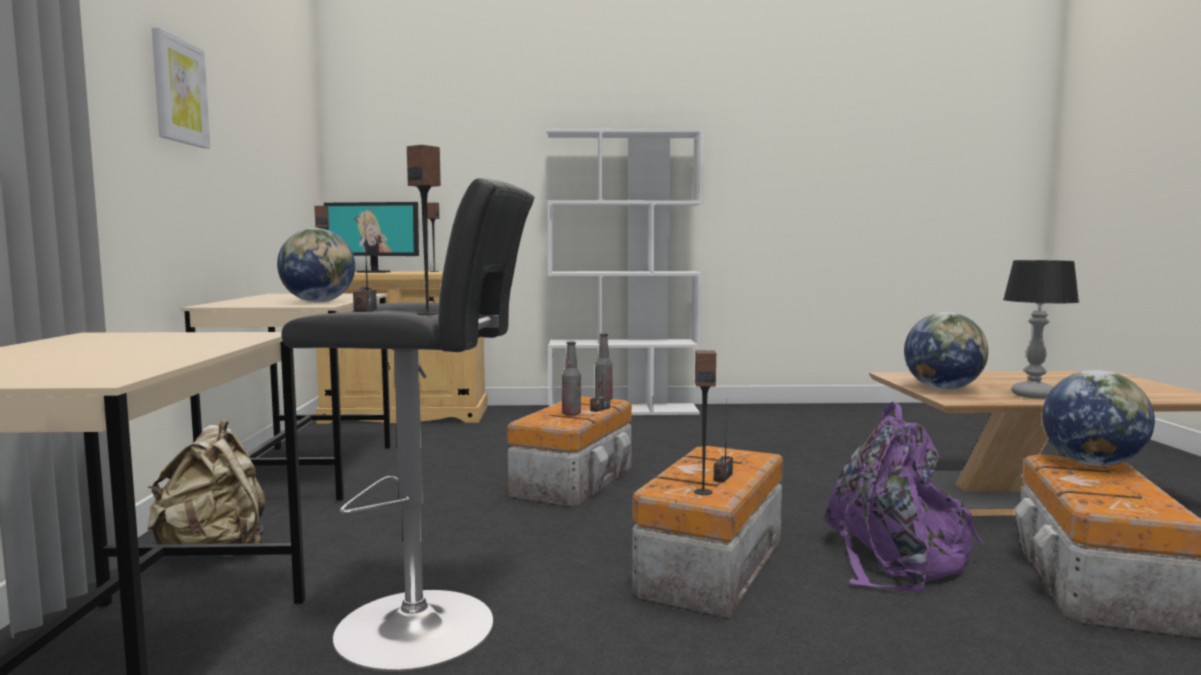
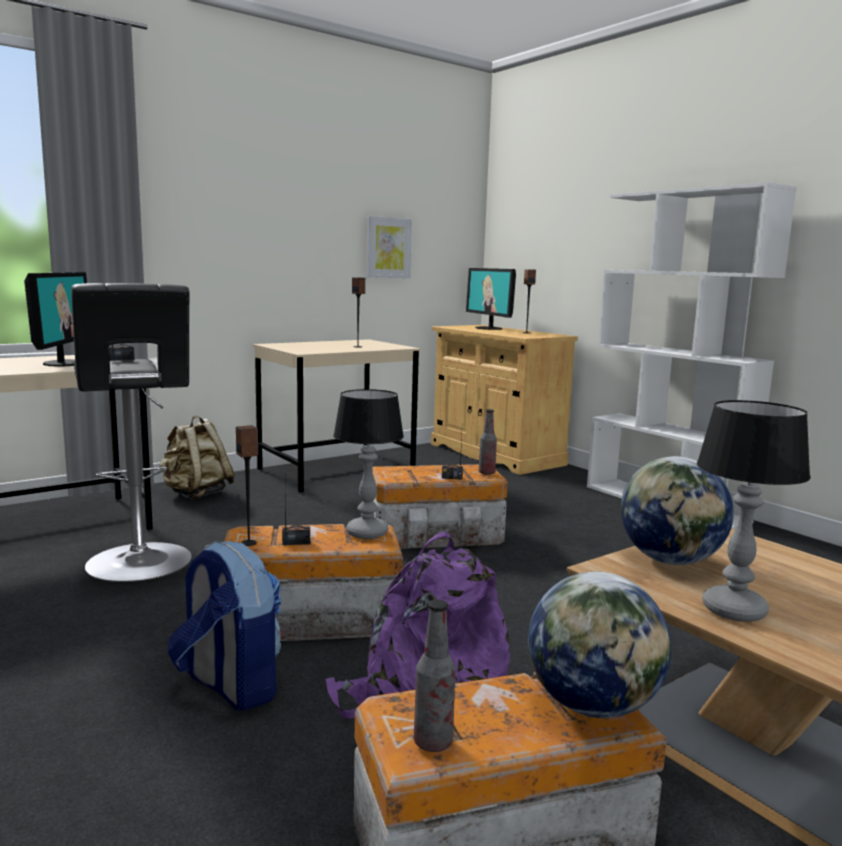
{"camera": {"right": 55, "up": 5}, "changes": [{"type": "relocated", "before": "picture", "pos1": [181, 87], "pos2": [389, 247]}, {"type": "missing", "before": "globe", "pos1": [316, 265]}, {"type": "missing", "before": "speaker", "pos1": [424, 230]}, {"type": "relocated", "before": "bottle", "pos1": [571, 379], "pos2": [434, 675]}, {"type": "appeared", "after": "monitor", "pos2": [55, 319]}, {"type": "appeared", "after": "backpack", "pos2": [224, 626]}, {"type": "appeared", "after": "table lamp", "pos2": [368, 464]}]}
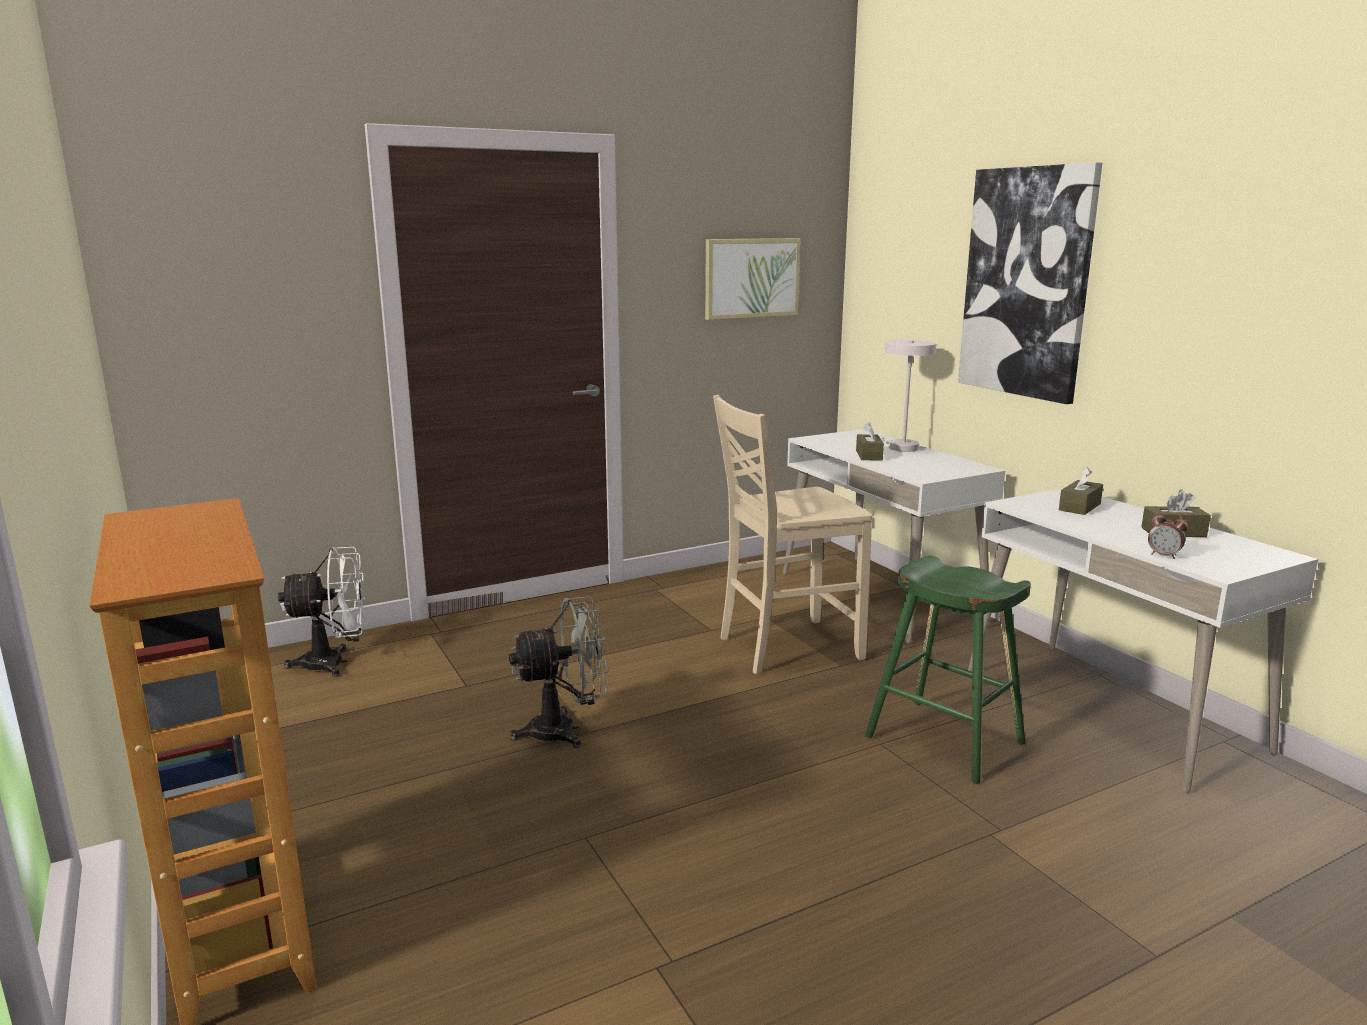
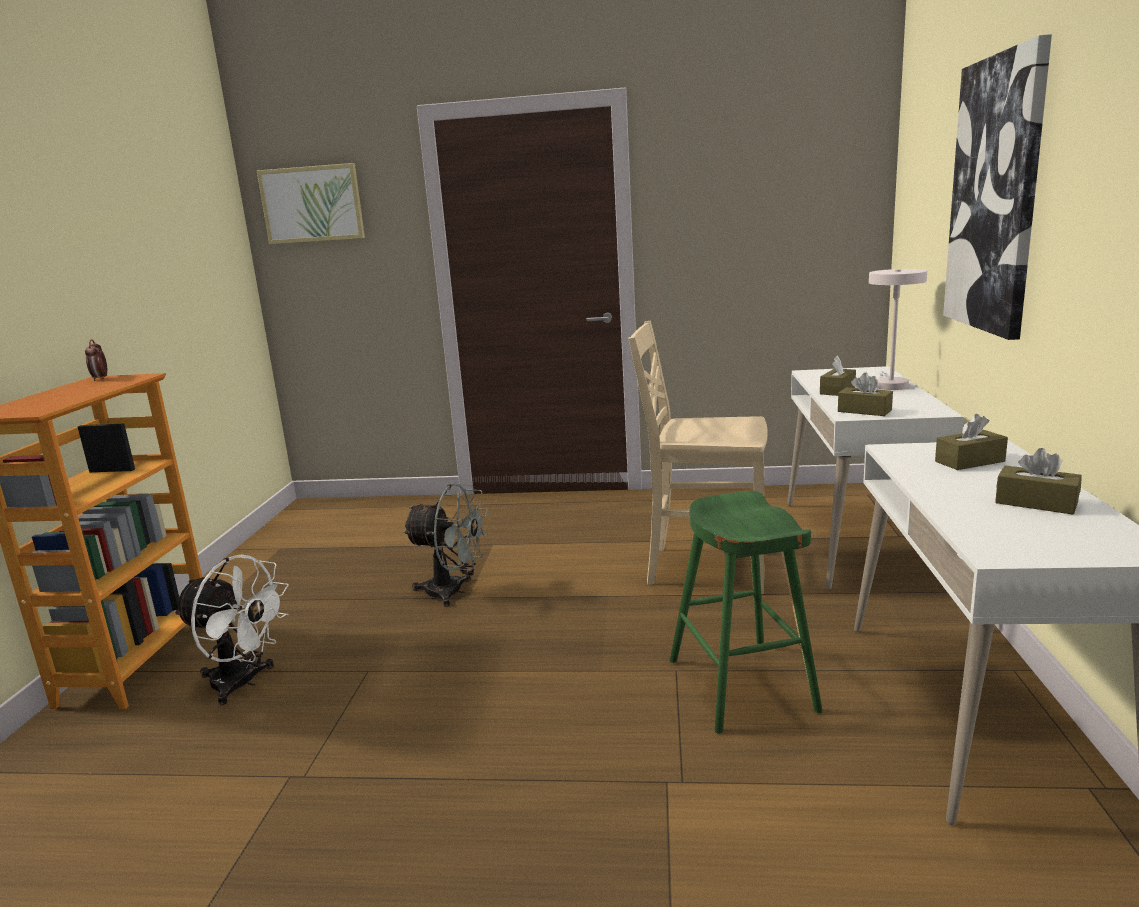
{"camera": {"right": 35, "up": 0}, "changes": [{"type": "relocated", "before": "white fan", "pos1": [321, 612], "pos2": [231, 629]}, {"type": "relocated", "before": "picture", "pos1": [753, 279], "pos2": [311, 203]}, {"type": "relocated", "before": "alarm clock", "pos1": [1168, 535], "pos2": [96, 360]}, {"type": "appeared", "after": "brown tissue box", "pos2": [865, 394]}]}
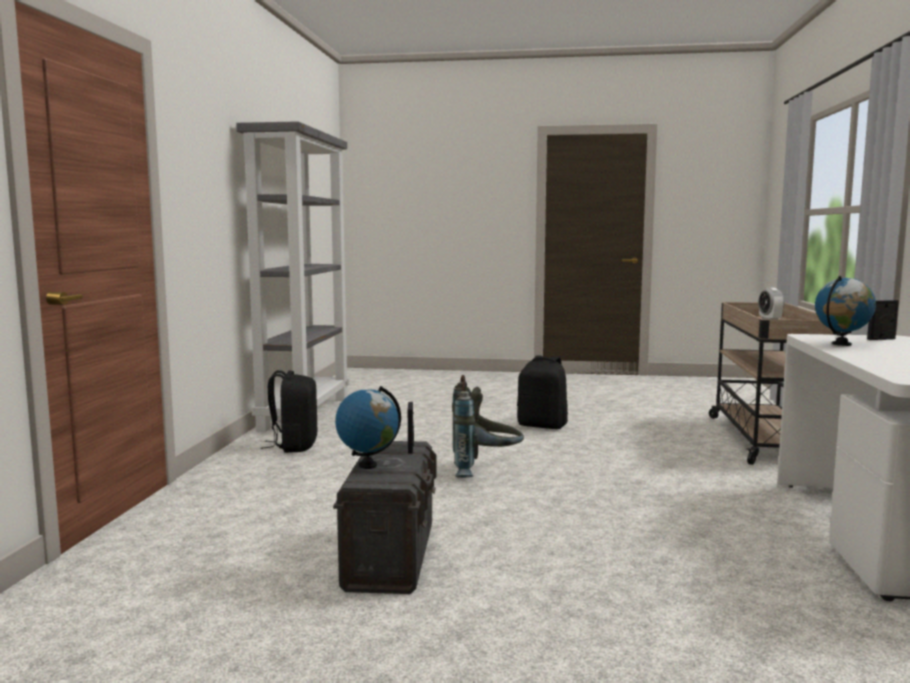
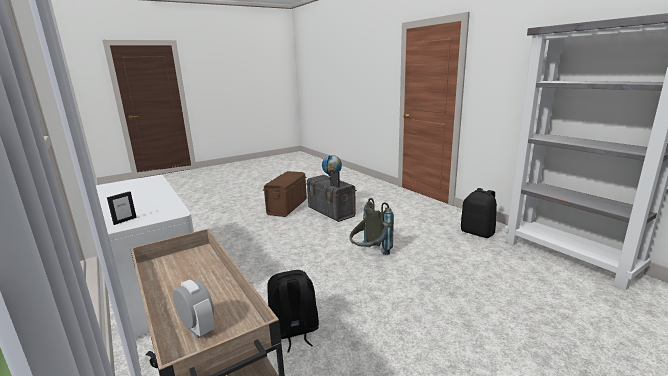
{"camera": {"right": 140, "up": 10}, "changes": [{"type": "relocated", "before": "black backpack", "pos1": [542, 392], "pos2": [293, 311]}, {"type": "missing", "before": "globe", "pos1": [845, 311]}, {"type": "appeared", "after": "brown storage box", "pos2": [285, 194]}]}
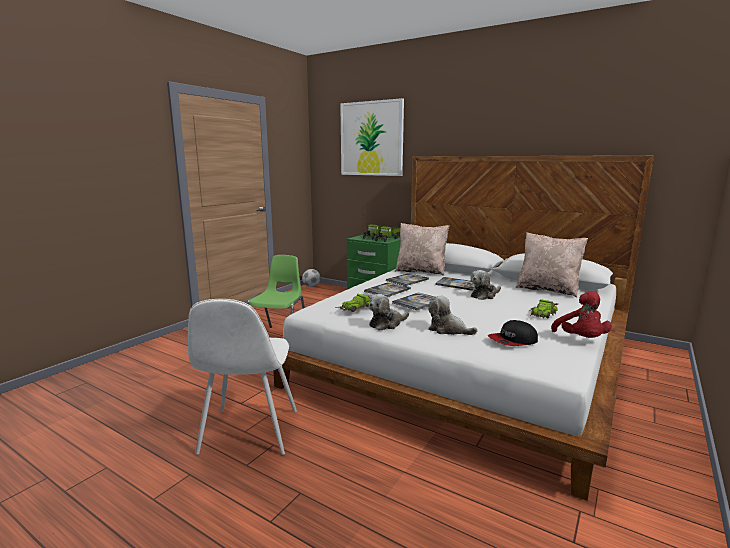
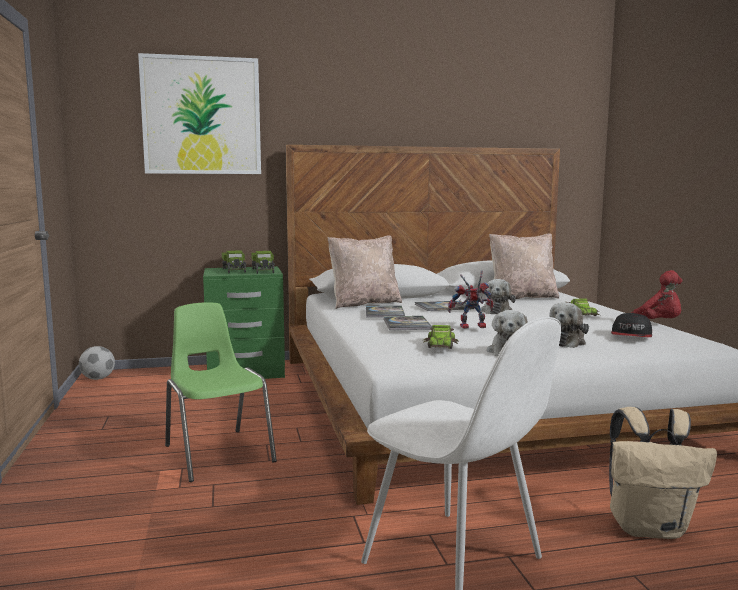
{"camera": {"right": -45, "up": -5}, "changes": [{"type": "exchanged", "before": "book", "after": "toy robot", "pos1": [413, 301], "pos2": [470, 300]}, {"type": "spun", "before": "plush toy", "pos1": [453, 315], "pos2": [569, 325], "turn": -45}, {"type": "appeared", "after": "beige backpack", "pos2": [663, 473]}]}
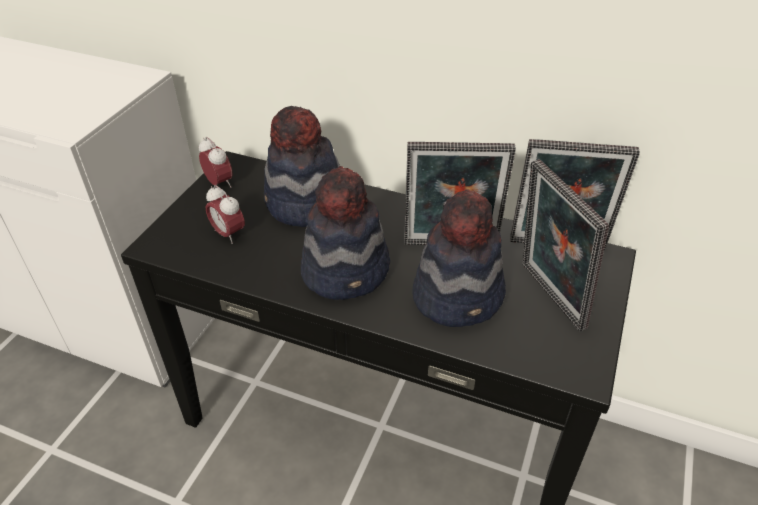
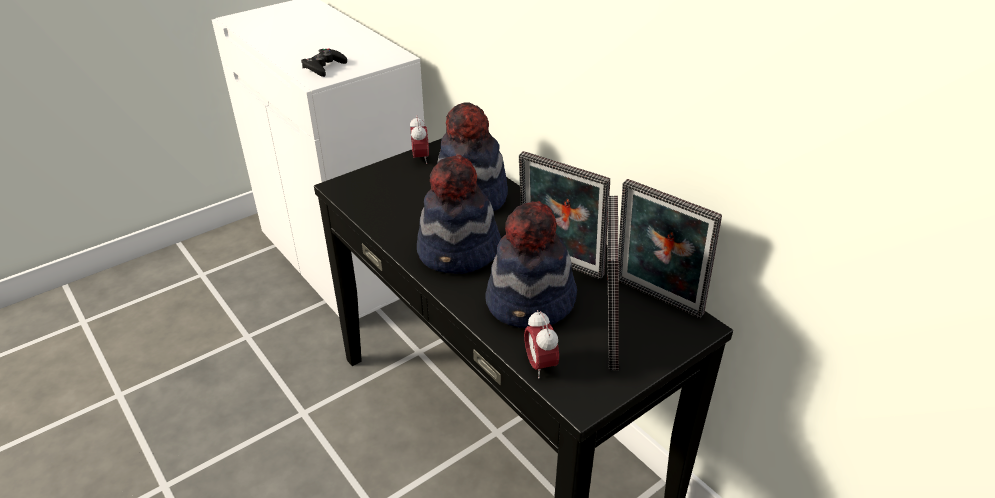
{"camera": {"right": 30, "up": -5}, "changes": [{"type": "relocated", "before": "alarm clock", "pos1": [225, 214], "pos2": [541, 344]}, {"type": "appeared", "after": "black game controller", "pos2": [324, 63]}]}
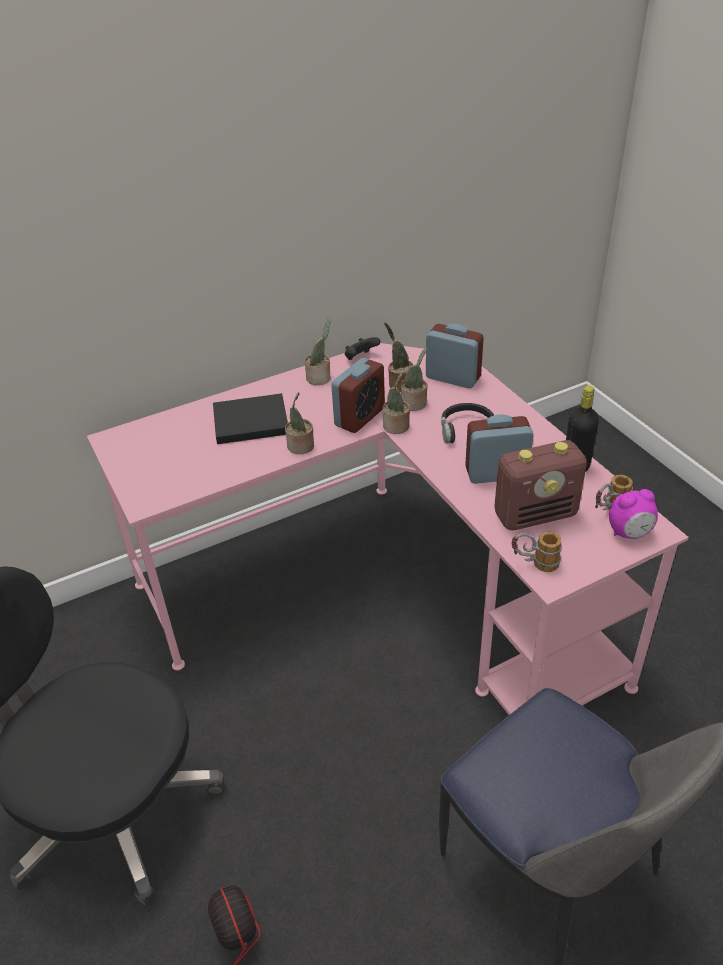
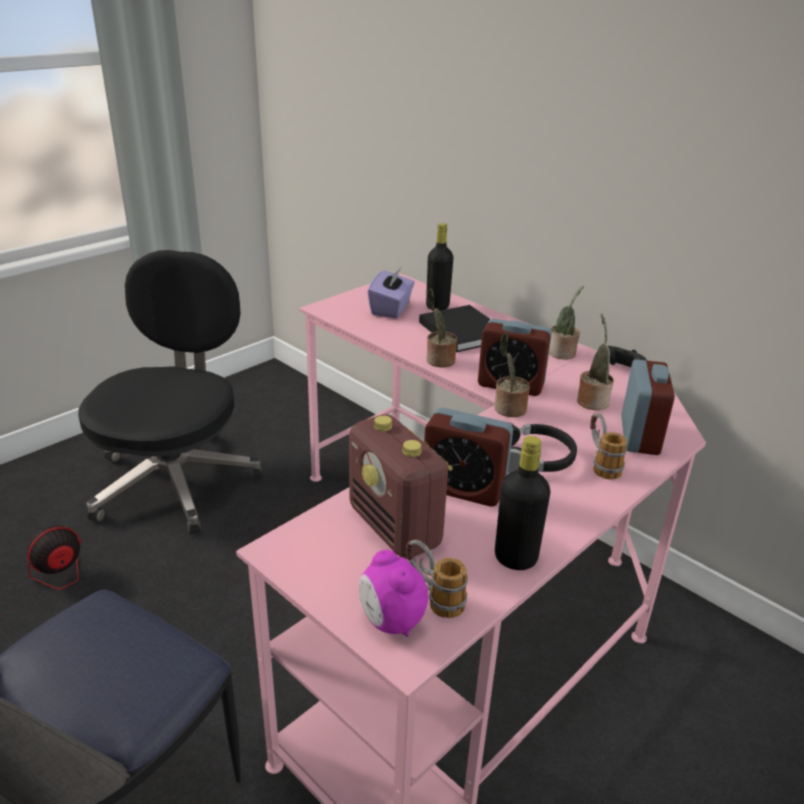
{"camera": {"right": 70, "up": -10}, "changes": [{"type": "missing", "before": "potted plant", "pos1": [414, 379]}, {"type": "spun", "before": "alarm clock", "pos1": [499, 449], "pos2": [468, 457], "turn": 135}, {"type": "relocated", "before": "mug", "pos1": [537, 552], "pos2": [608, 446]}, {"type": "appeared", "after": "purple tissue box", "pos2": [391, 292]}, {"type": "appeared", "after": "black bottle", "pos2": [439, 267]}]}
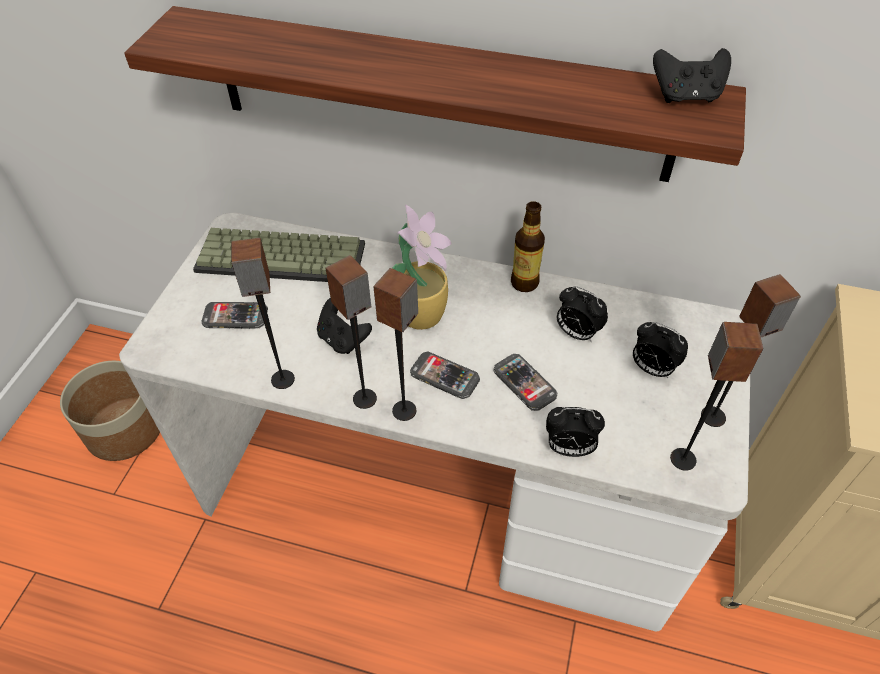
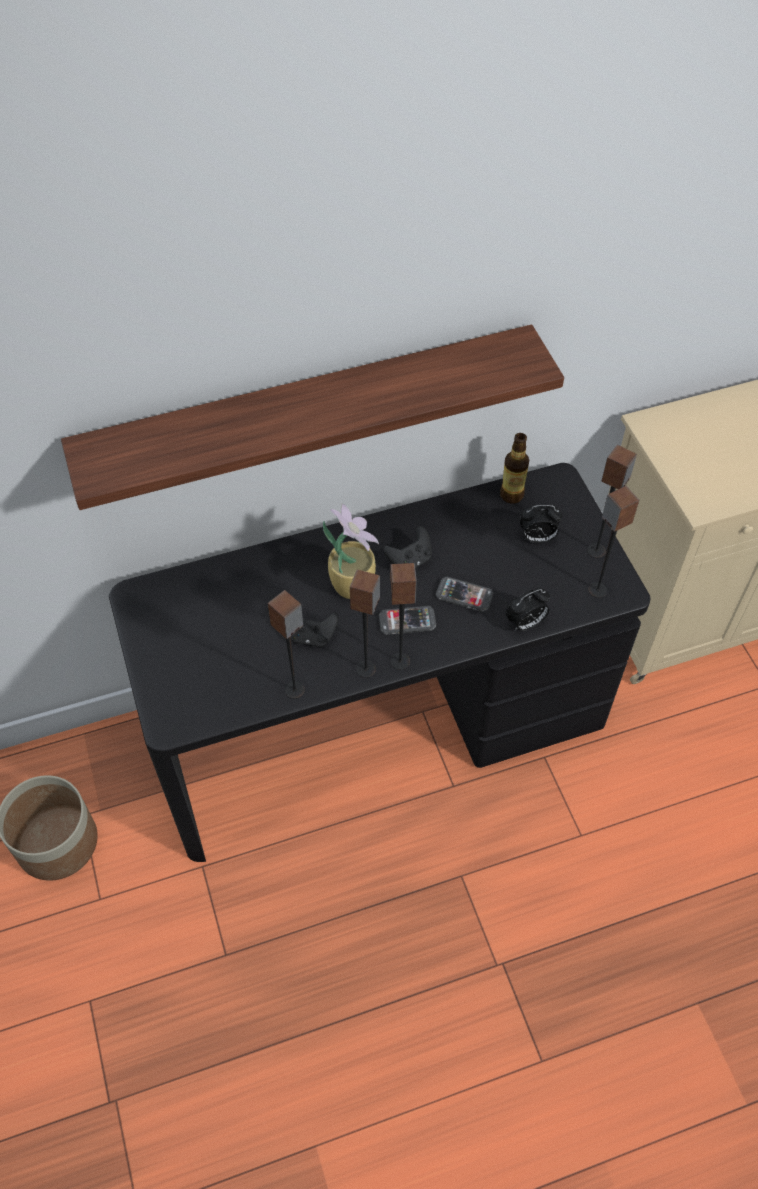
{"camera": {"right": -35, "up": 5}, "changes": [{"type": "colour", "before": "white desk", "after": "black desk", "pos1": [434, 422], "pos2": [379, 662]}, {"type": "missing", "before": "keyboard", "pos1": [279, 255]}, {"type": "missing", "before": "phone", "pos1": [234, 315]}, {"type": "relocated", "before": "bottle", "pos1": [528, 246], "pos2": [514, 468]}, {"type": "missing", "before": "alarm clock", "pos1": [582, 314]}, {"type": "relocated", "before": "black game controller", "pos1": [692, 75], "pos2": [407, 547]}]}
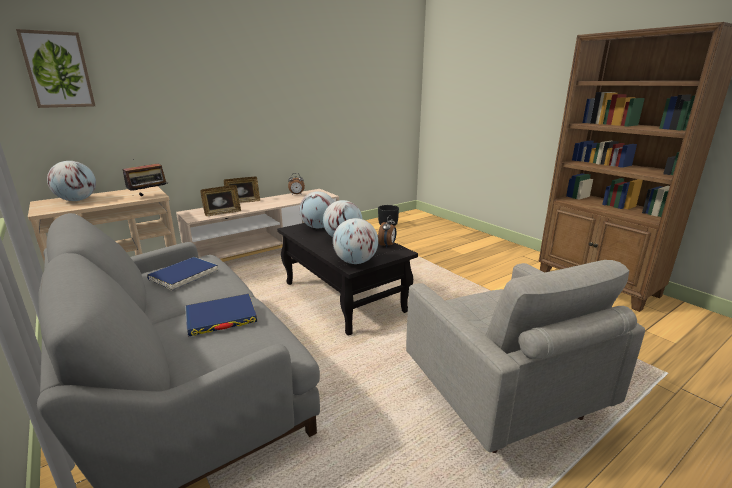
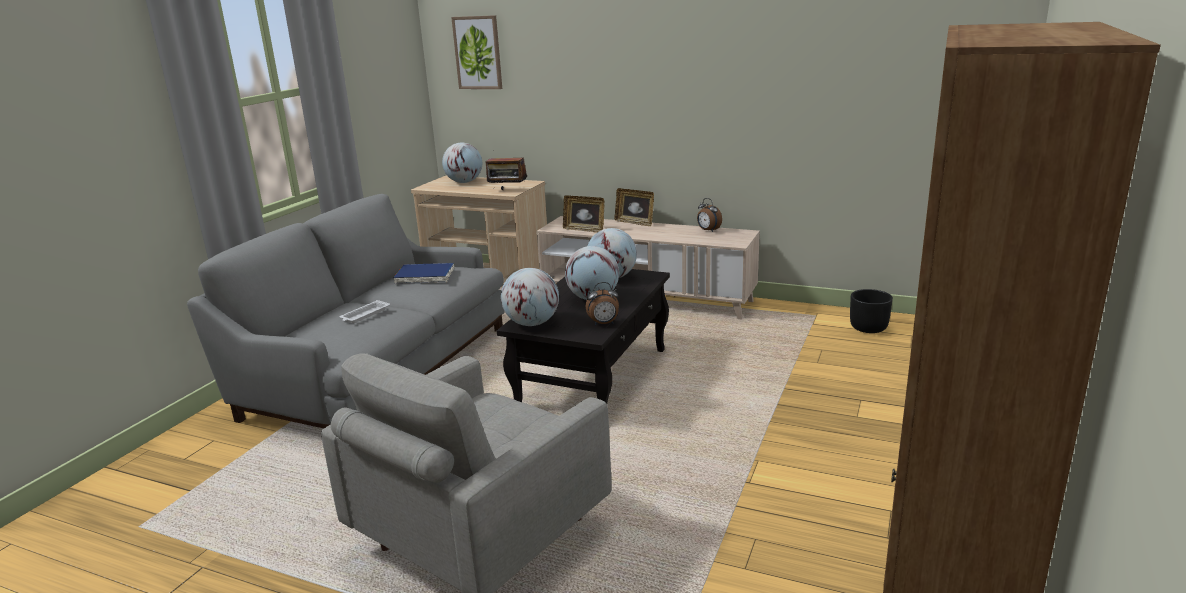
{"camera": {"right": 60, "up": 0}, "changes": [{"type": "exchanged", "before": "blue book", "after": "white tray", "pos1": [221, 315], "pos2": [364, 311]}]}
